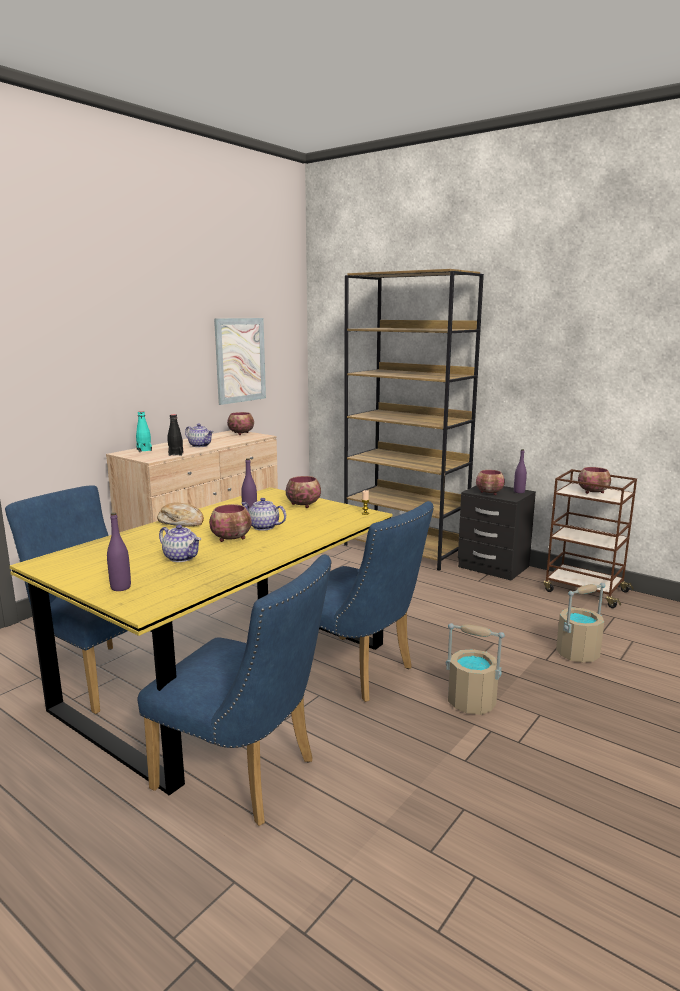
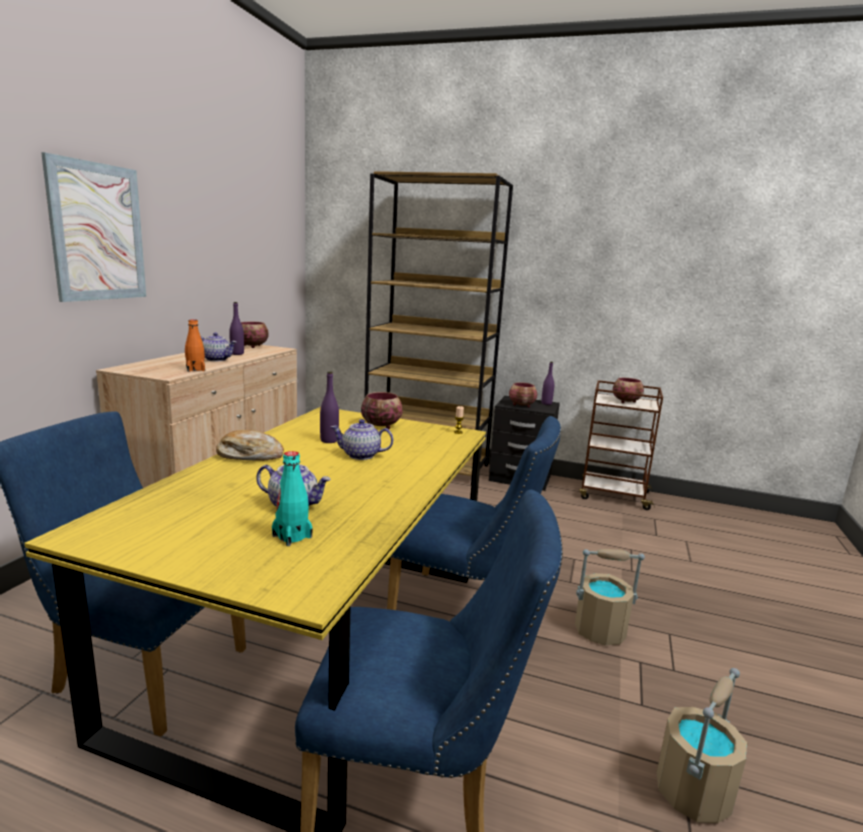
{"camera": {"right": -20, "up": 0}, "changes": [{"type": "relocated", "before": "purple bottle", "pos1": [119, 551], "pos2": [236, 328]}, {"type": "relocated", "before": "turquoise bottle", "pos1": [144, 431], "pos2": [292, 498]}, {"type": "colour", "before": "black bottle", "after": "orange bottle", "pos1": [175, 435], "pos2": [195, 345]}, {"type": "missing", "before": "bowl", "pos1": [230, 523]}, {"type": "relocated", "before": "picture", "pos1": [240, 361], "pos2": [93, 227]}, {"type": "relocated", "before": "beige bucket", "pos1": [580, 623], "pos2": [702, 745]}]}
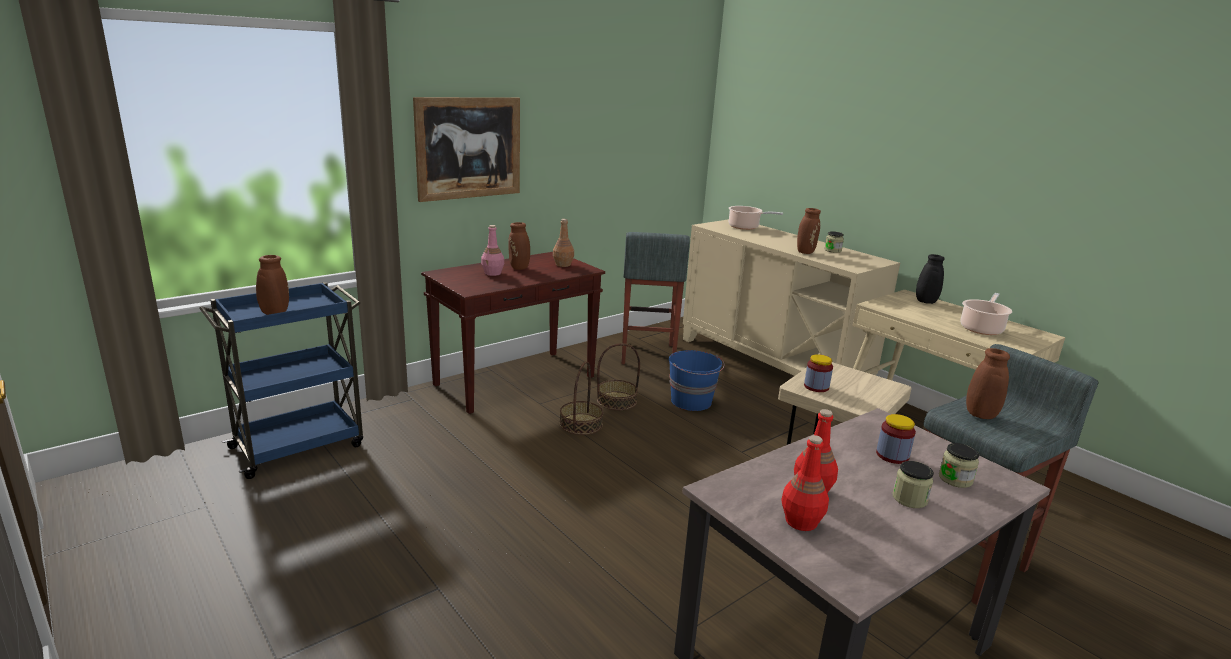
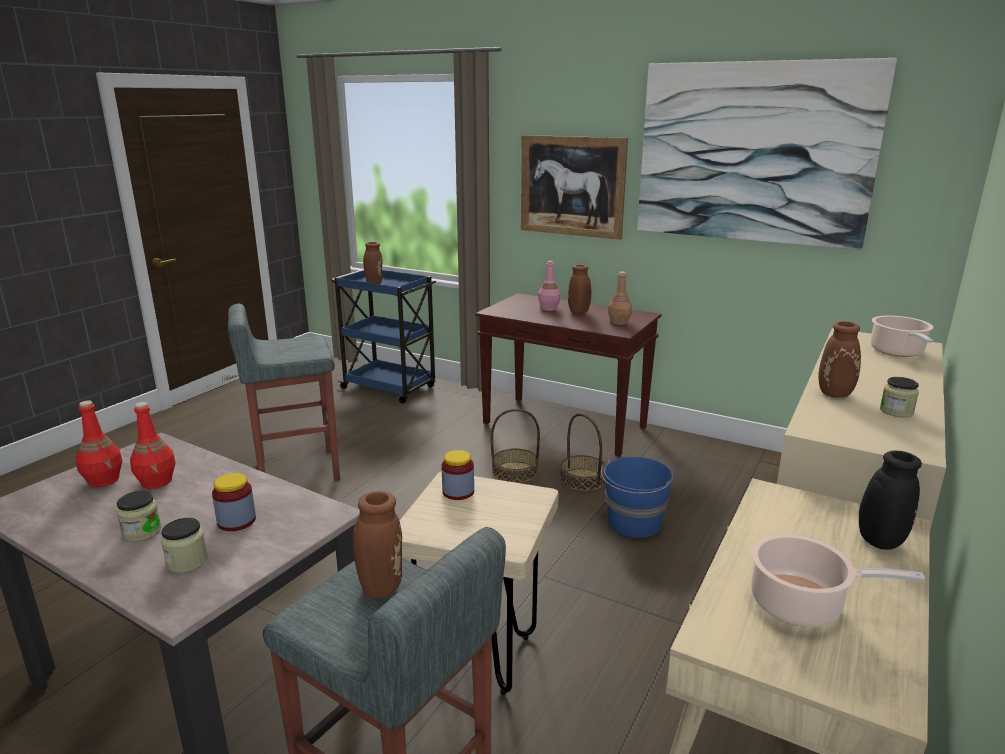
{"camera": {"right": 70, "up": 0}, "changes": [{"type": "relocated", "before": "grey stool", "pos1": [656, 298], "pos2": [284, 392]}, {"type": "appeared", "after": "picture", "pos2": [767, 154]}]}
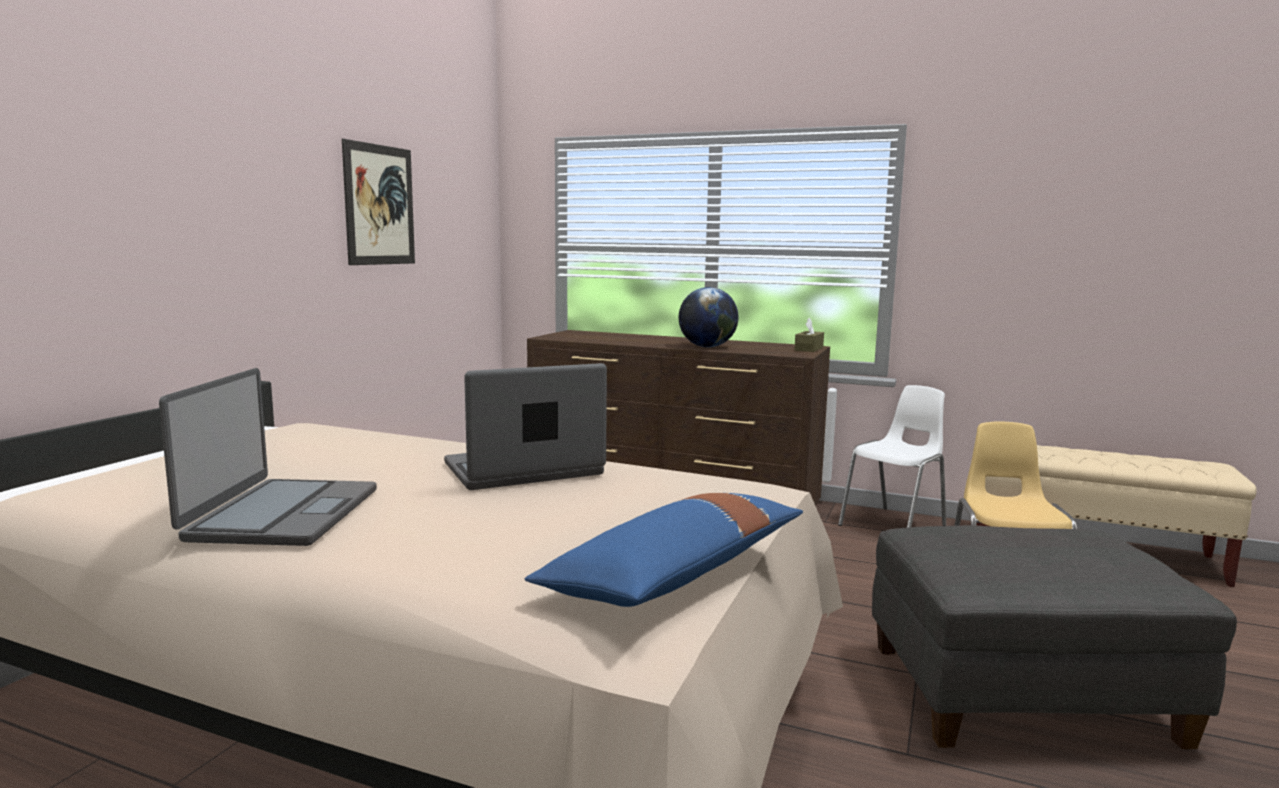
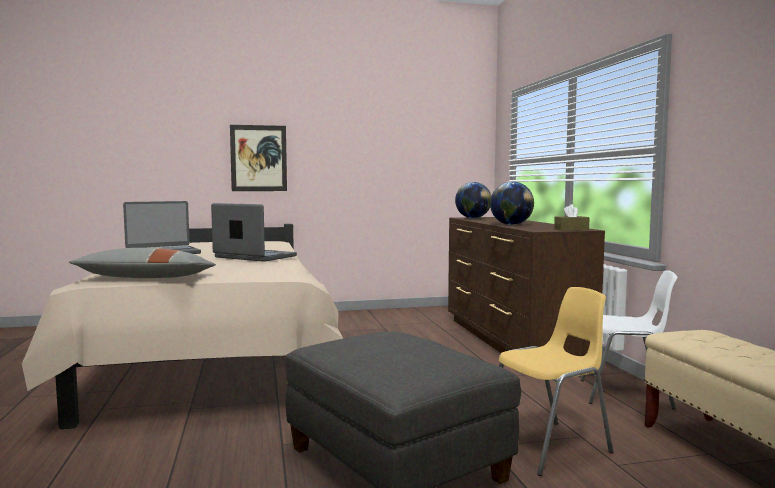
{"camera": {"right": 55, "up": -5}, "changes": [{"type": "relocated", "before": "picture", "pos1": [378, 202], "pos2": [258, 158]}, {"type": "colour", "before": "blue pillow", "after": "grey pillow", "pos1": [664, 550], "pos2": [142, 263]}, {"type": "appeared", "after": "globe", "pos2": [473, 200]}]}
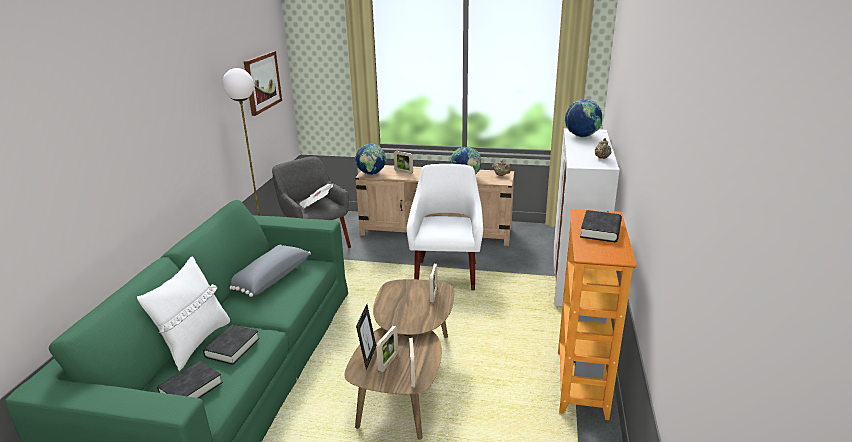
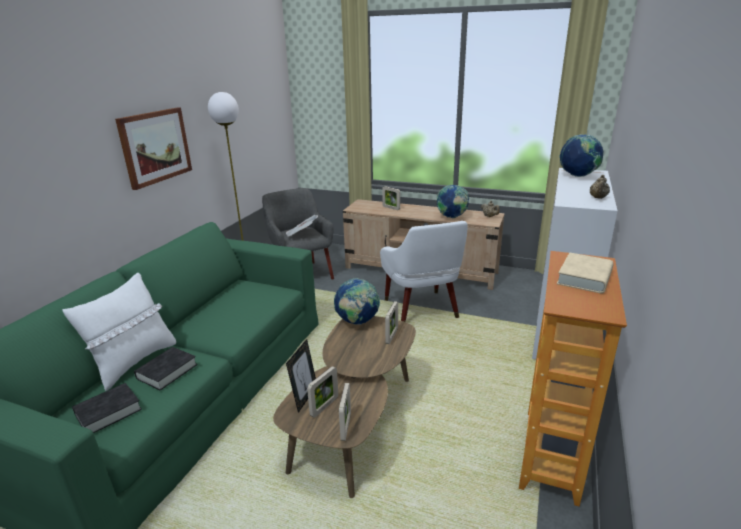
{"camera": {"right": 10, "up": 0}, "changes": [{"type": "missing", "before": "grey pillow", "pos1": [270, 271]}, {"type": "relocated", "before": "picture", "pos1": [263, 83], "pos2": [153, 148]}, {"type": "relocated", "before": "globe", "pos1": [370, 159], "pos2": [357, 301]}, {"type": "spun", "before": "white armchair", "pos1": [445, 227], "pos2": [423, 271], "turn": 150}, {"type": "colour", "before": "black book", "after": "beige book", "pos1": [601, 226], "pos2": [585, 273]}]}
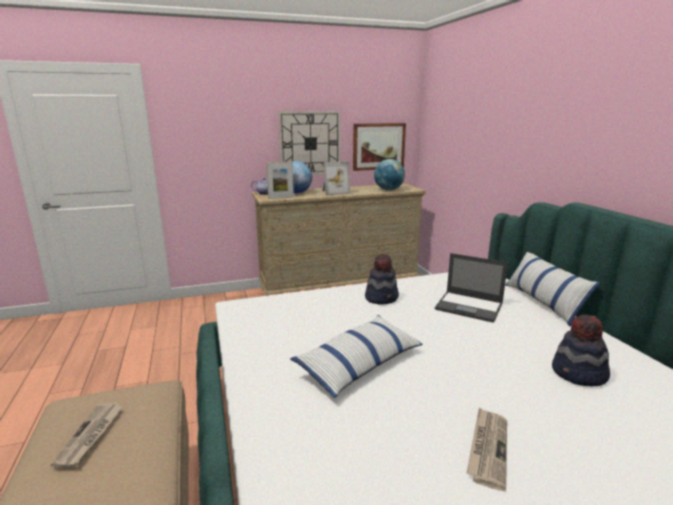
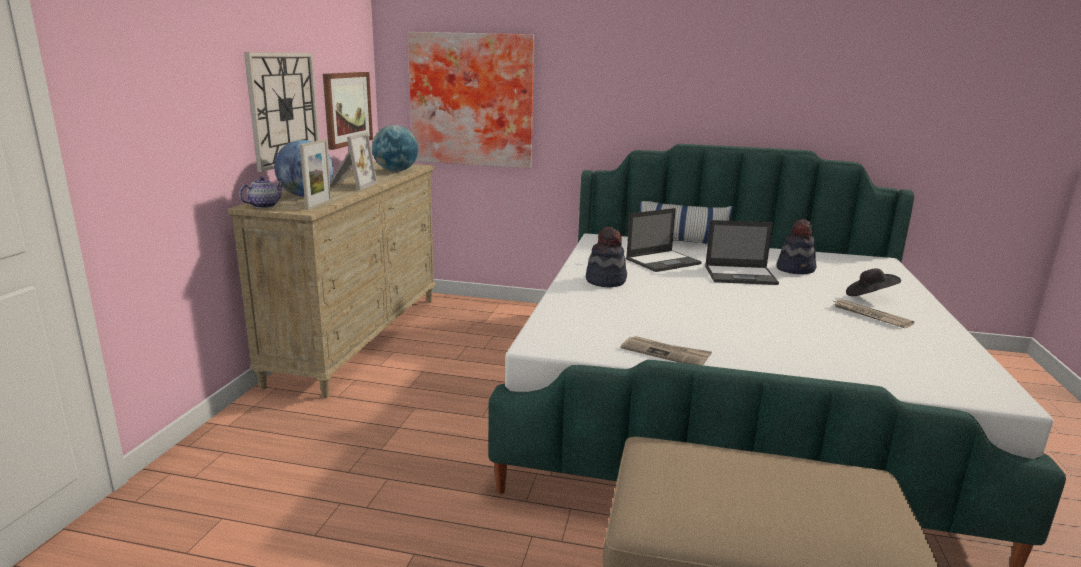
{"camera": {"right": -60, "up": 0}, "changes": [{"type": "relocated", "before": "newspaper", "pos1": [87, 435], "pos2": [666, 350]}, {"type": "missing", "before": "pillow", "pos1": [356, 356]}, {"type": "appeared", "after": "picture", "pos2": [471, 100]}, {"type": "appeared", "after": "laptop", "pos2": [742, 252]}, {"type": "appeared", "after": "black hat", "pos2": [873, 282]}]}
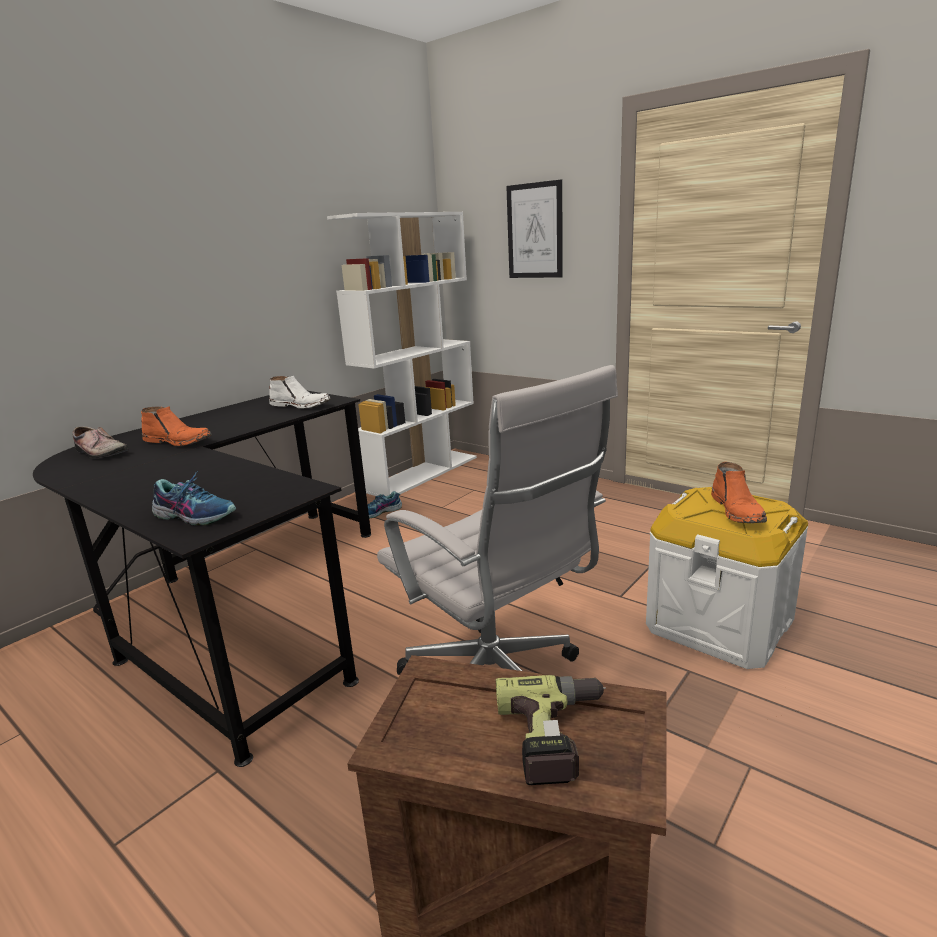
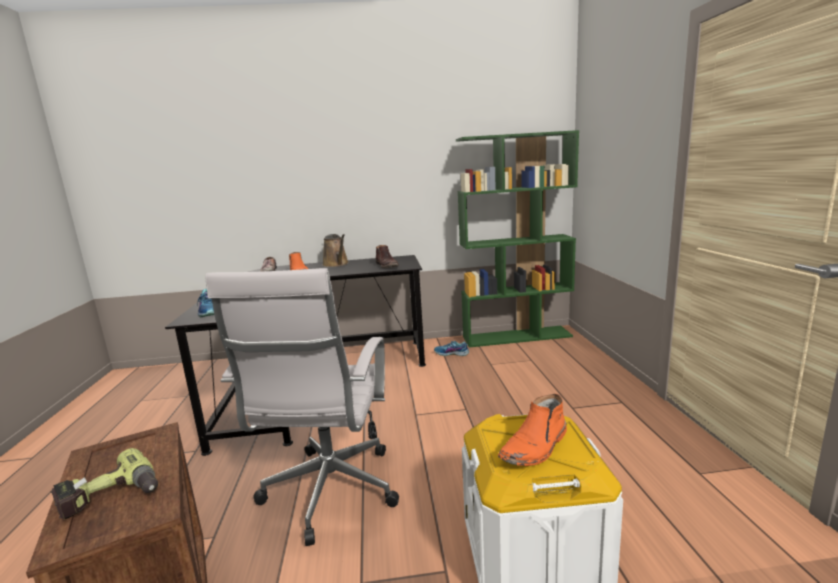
{"camera": {"right": 45, "up": -5}, "changes": [{"type": "colour", "before": "white boot", "after": "brown boot", "pos1": [300, 392], "pos2": [387, 256]}, {"type": "colour", "before": "white bookcase", "after": "green bookcase", "pos1": [402, 354], "pos2": [517, 238]}, {"type": "missing", "before": "picture", "pos1": [534, 228]}, {"type": "appeared", "after": "brown watering can", "pos2": [335, 250]}]}
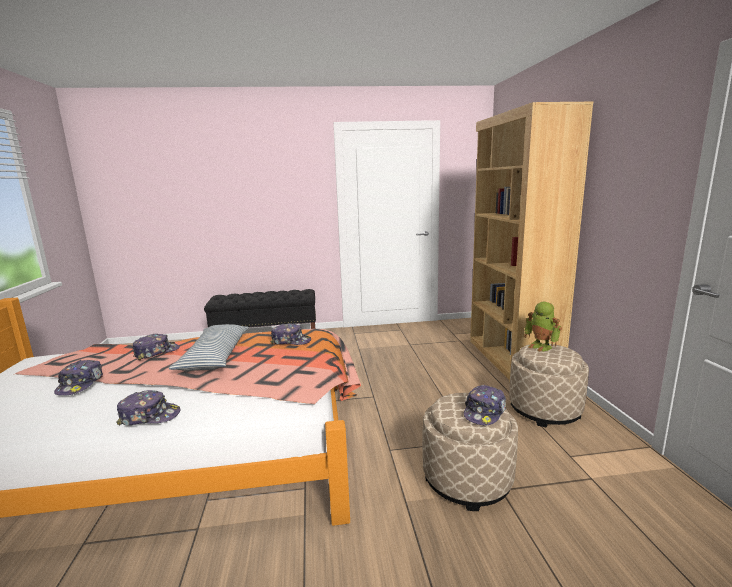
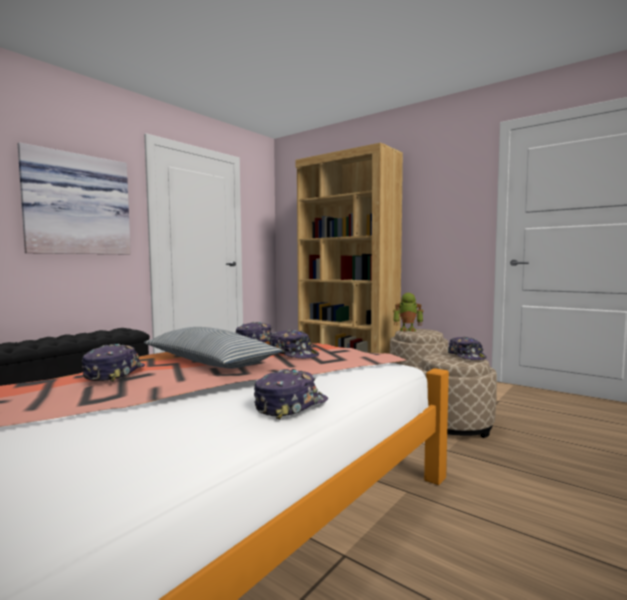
{"camera": {"right": -45, "up": -10}, "changes": [{"type": "relocated", "before": "cap", "pos1": [78, 378], "pos2": [294, 344]}, {"type": "appeared", "after": "picture", "pos2": [74, 198]}]}
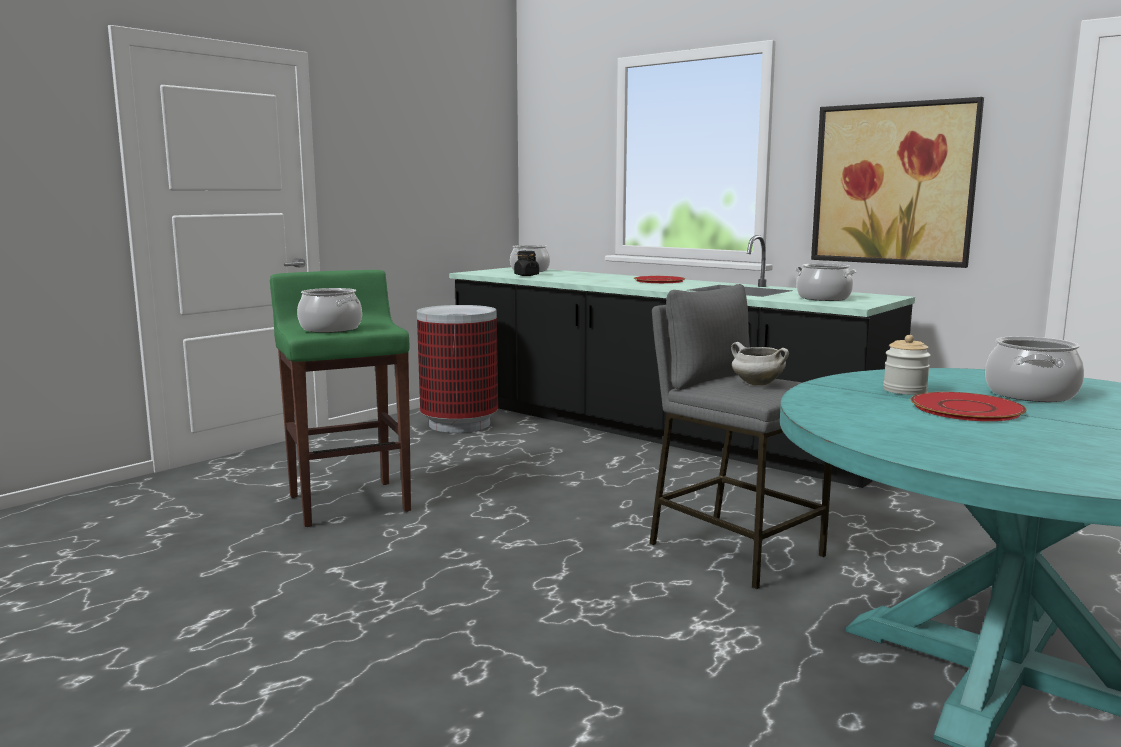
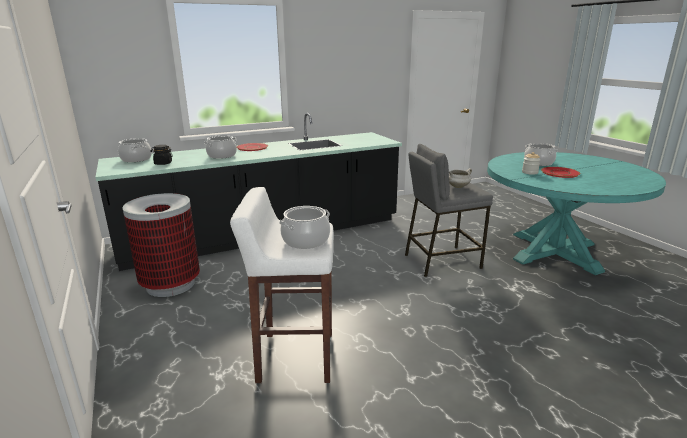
{"camera": {"right": -65, "up": 10}, "changes": [{"type": "colour", "before": "green stool", "after": "white stool", "pos1": [340, 398], "pos2": [282, 285]}, {"type": "relocated", "before": "cooking pot", "pos1": [826, 282], "pos2": [220, 147]}, {"type": "missing", "before": "picture", "pos1": [897, 182]}]}
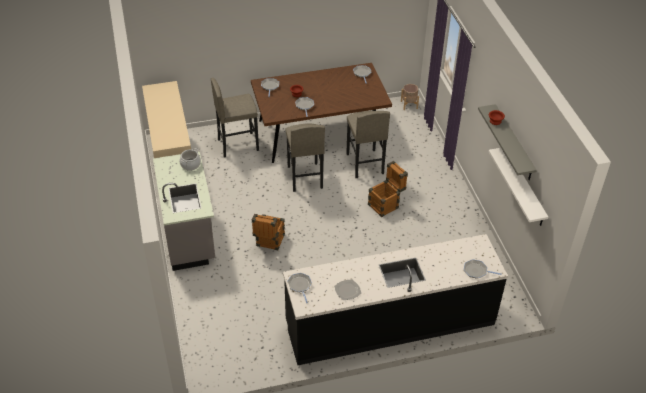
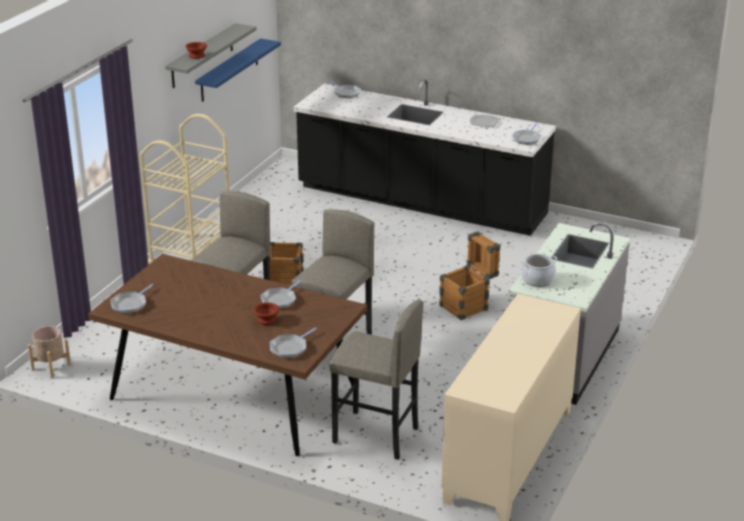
{"camera": {"right": -140, "up": -15}, "changes": [{"type": "colour", "before": "white shelf", "after": "blue shelf", "pos1": [518, 187], "pos2": [238, 70]}, {"type": "appeared", "after": "beige cart", "pos2": [185, 189]}]}
